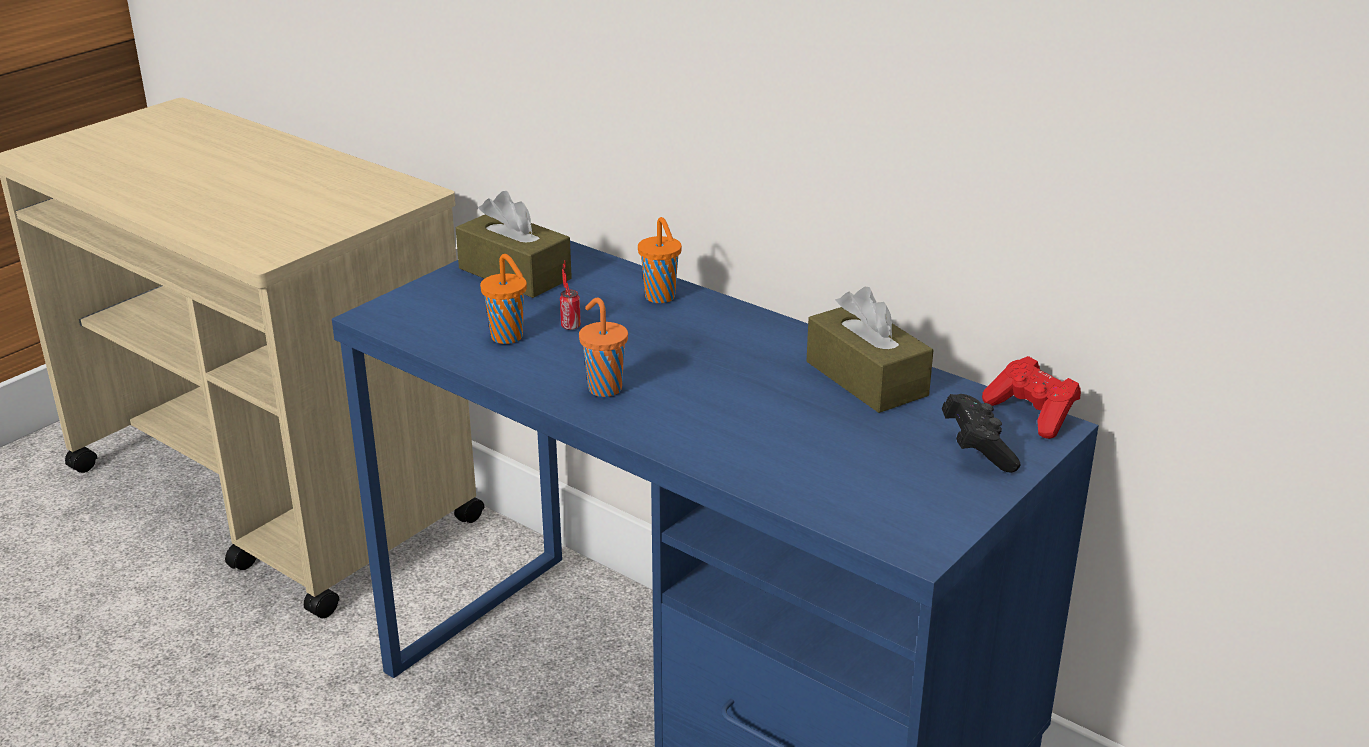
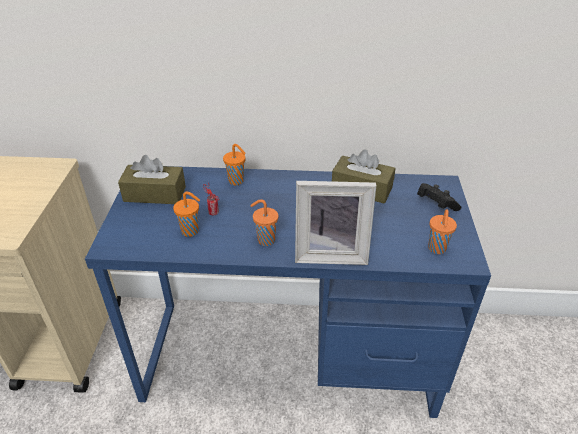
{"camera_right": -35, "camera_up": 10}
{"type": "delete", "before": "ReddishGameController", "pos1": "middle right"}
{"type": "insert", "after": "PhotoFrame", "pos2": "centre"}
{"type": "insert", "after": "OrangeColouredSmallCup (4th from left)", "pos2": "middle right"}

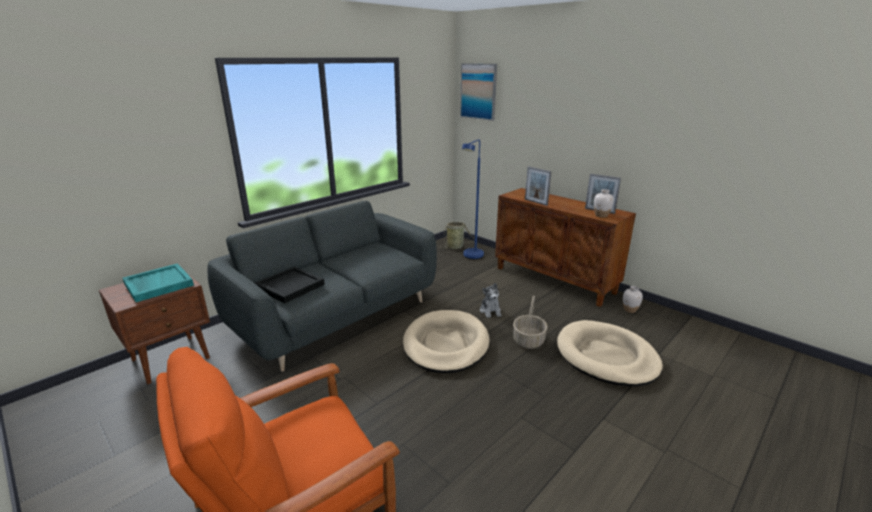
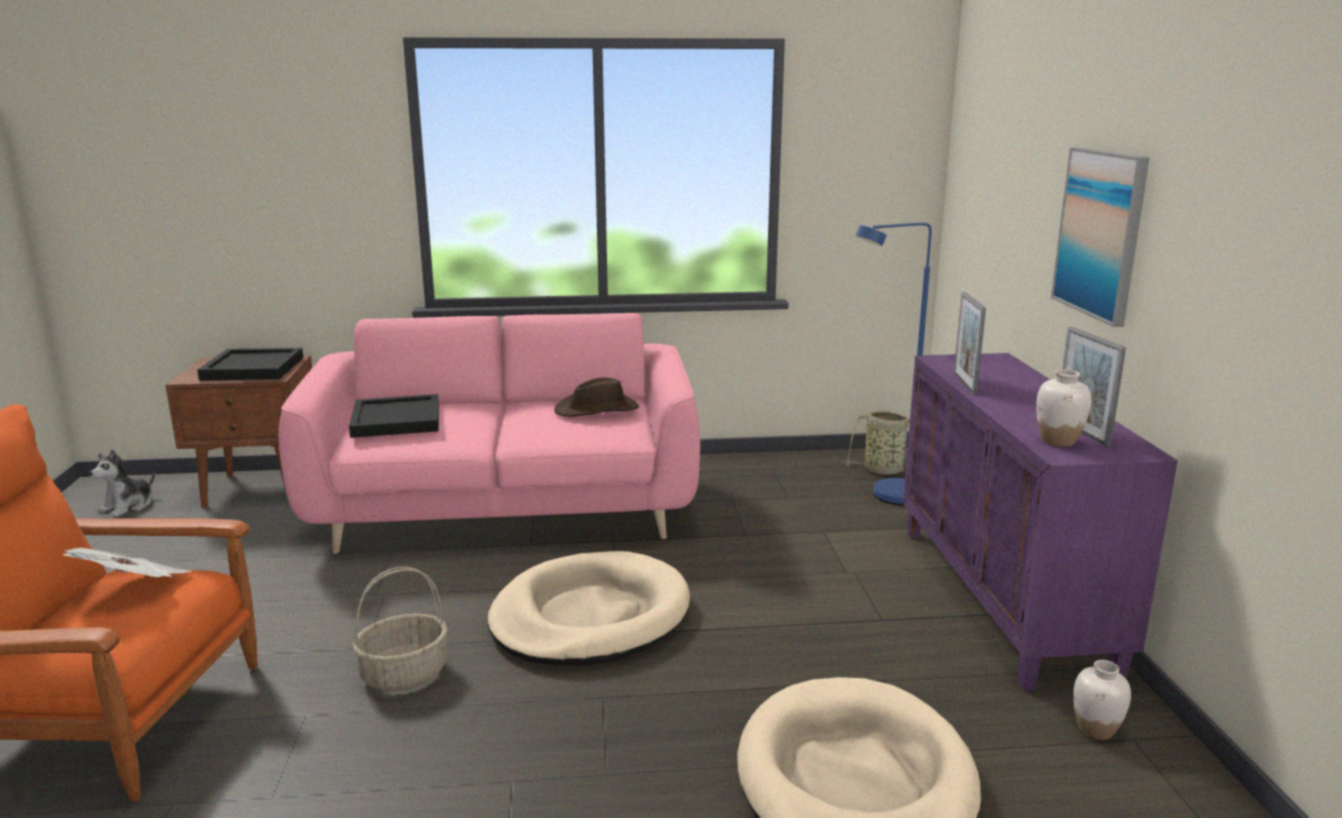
{"camera_right": 40, "camera_up": -5}
{"type": "recolor", "before": "TurquoiseServingTray", "after": "BlackColouredServingTray (1st from left)", "pos1": "middle left", "pos2": "middle left"}
{"type": "recolor", "before": "GreyishSettee", "after": "PinkColouredSettee", "pos1": "centre", "pos2": "centre"}
{"type": "move", "before": "Picture", "pos1": "top centre", "pos2": "top right"}
{"type": "move", "before": "PlushToy", "pos1": "centre", "pos2": "middle left"}
{"type": "recolor", "before": "BrownishCabinet", "after": "PurpleCabinet", "pos1": "centre", "pos2": "middle right"}
{"type": "move", "before": "StorageBasket (2nd from left in the first image)", "after": "StorageBasket (1st from left)", "pos1": "centre", "pos2": "bottom left"}
{"type": "insert", "after": "DailyPaper", "pos2": "bottom left"}
{"type": "insert", "after": "BrownishHat", "pos2": "centre"}

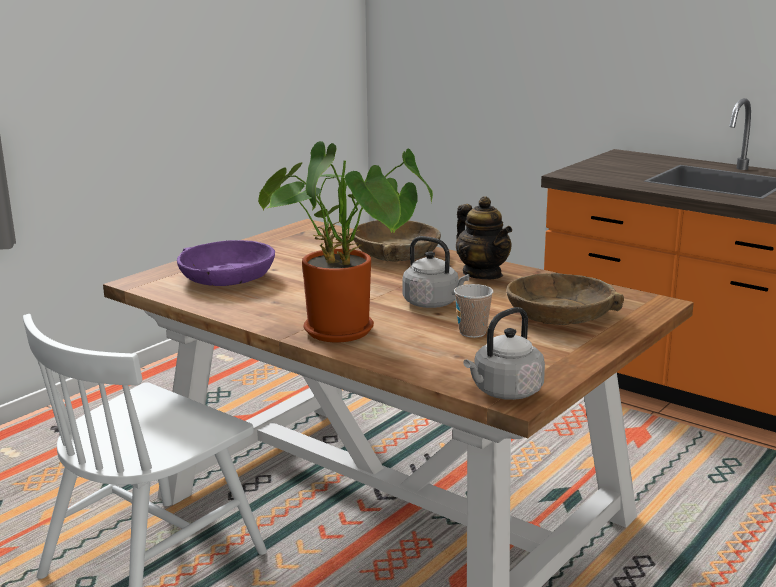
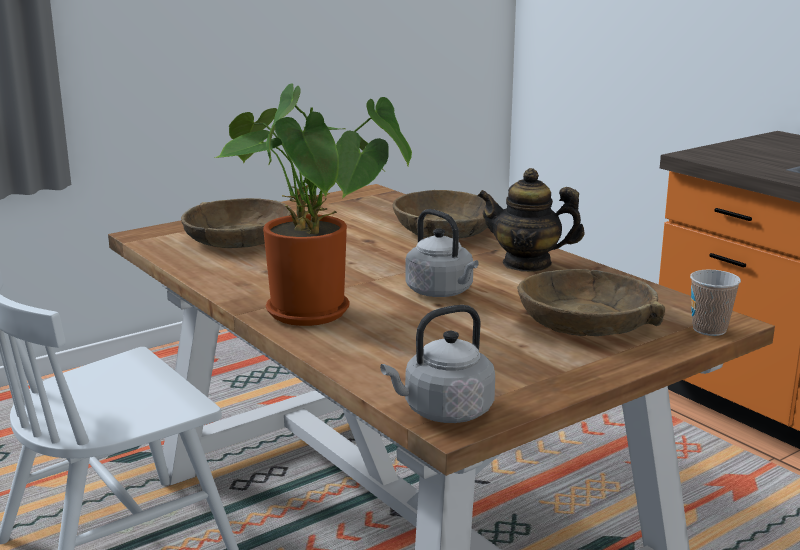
{"camera_right": 15, "camera_up": 0}
{"type": "recolor", "before": "PurpleBowl", "after": "BrownishBowl (1st from left)", "pos1": "middle left", "pos2": "middle left"}
{"type": "move", "before": "SmallCup", "pos1": "centre", "pos2": "middle right"}
{"type": "rotate", "before": "PotForTea", "pos1": "centre", "pos2": "centre", "turn": 120}

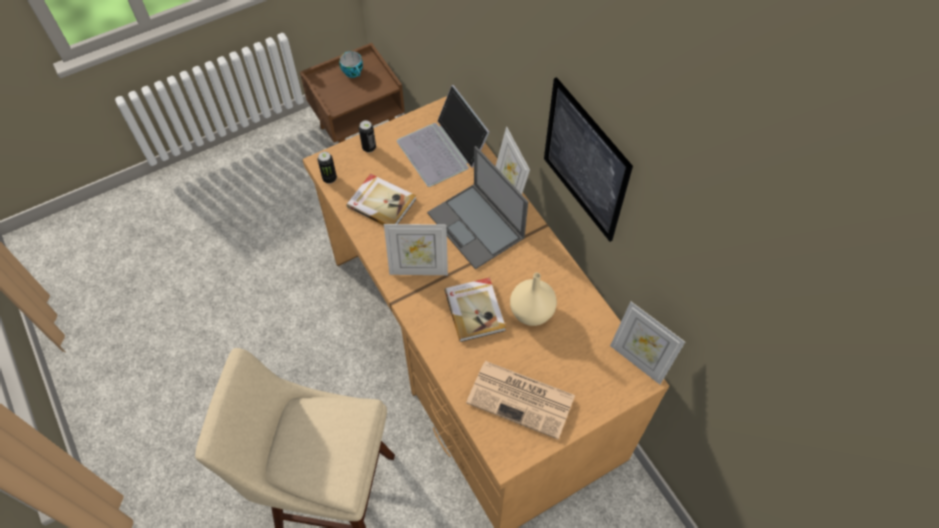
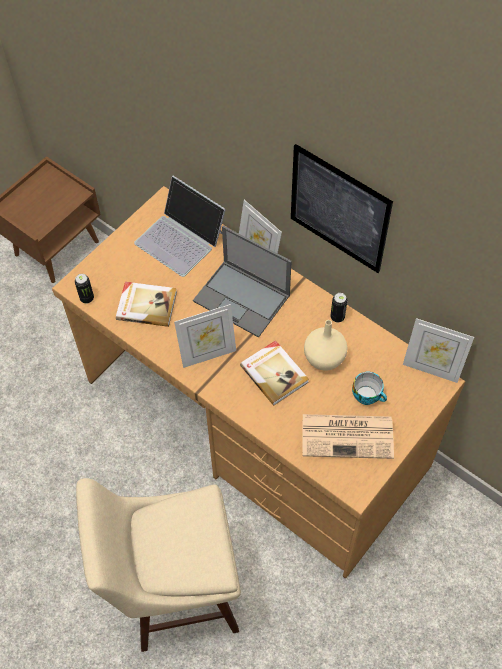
{"camera_right": -20, "camera_up": 0}
{"type": "move", "before": "SmallCup", "pos1": "top centre", "pos2": "middle right"}
{"type": "move", "before": "Can (2nd from left)", "pos1": "top centre", "pos2": "middle right"}

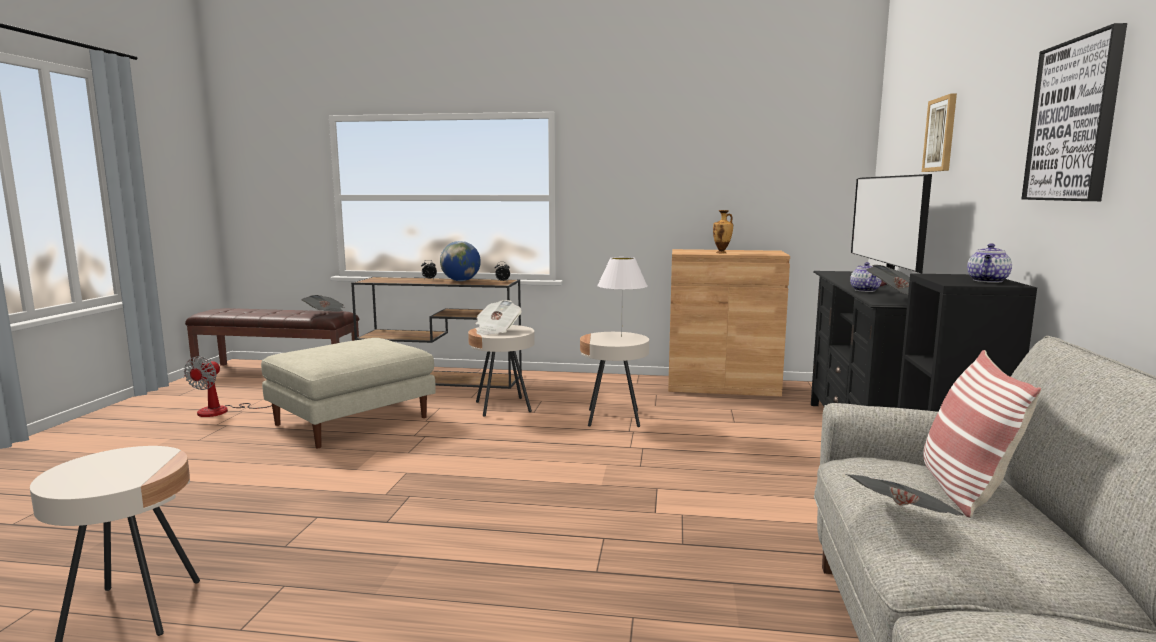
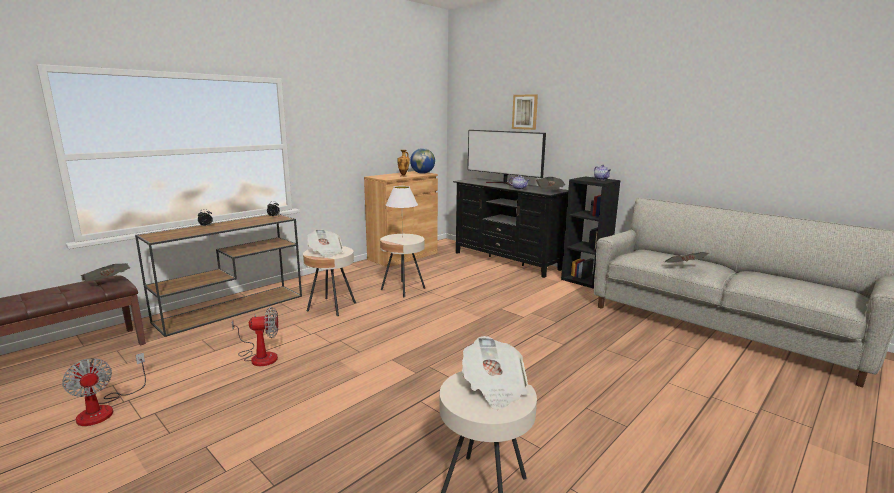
{"camera_right": -55, "camera_up": 5}
{"type": "replace", "before": "BeigeColouredOttoman", "after": "Fan (2nd from left)", "pos1": "middle left", "pos2": "bottom left"}
{"type": "move", "before": "DeskGlobe", "pos1": "centre", "pos2": "top centre"}
{"type": "delete", "before": "ThrowPillow", "pos1": "bottom right"}
{"type": "delete", "before": "Picture (2nd from left)", "pos1": "top right"}
{"type": "insert", "after": "DailyPaper (3rd from left)", "pos2": "bottom centre"}

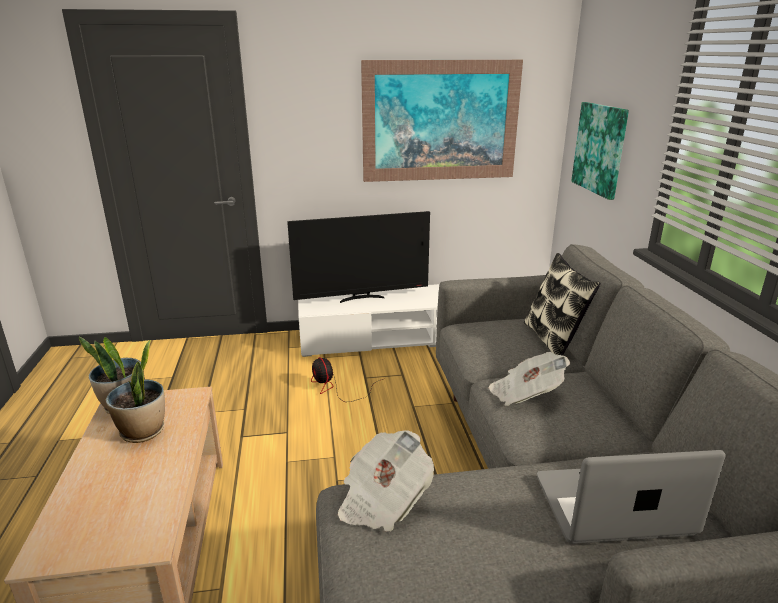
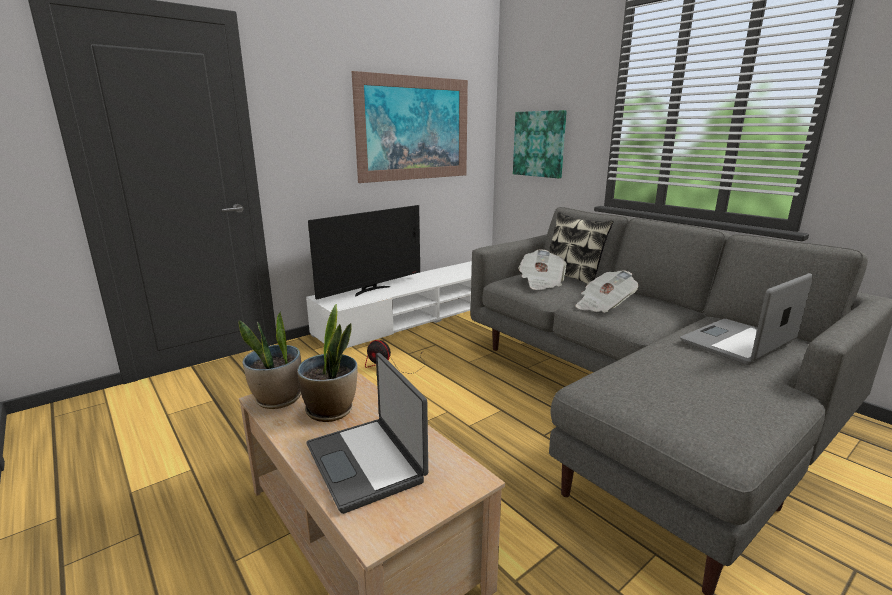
{"camera_right": -30, "camera_up": -5}
{"type": "move", "before": "DailyPaper (1st from left)", "pos1": "bottom centre", "pos2": "centre"}
{"type": "insert", "after": "Laptop (1st from left)", "pos2": "bottom centre"}

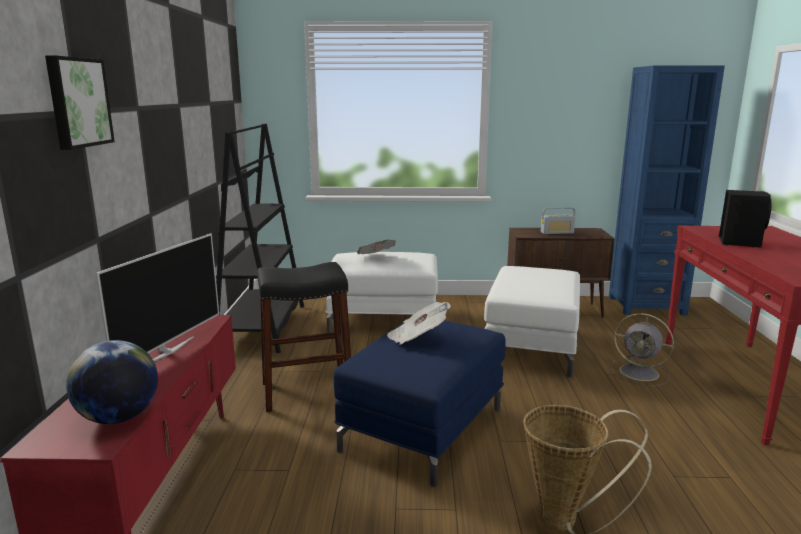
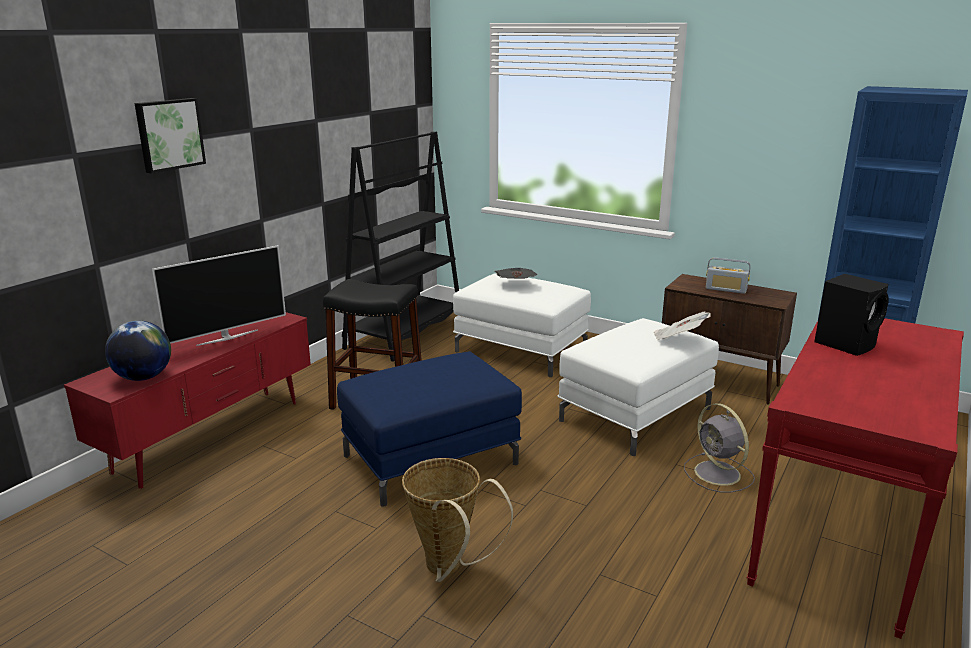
{"camera_right": 30, "camera_up": 5}
{"type": "move", "before": "DailyPaper (2nd from left)", "pos1": "centre", "pos2": "middle right"}

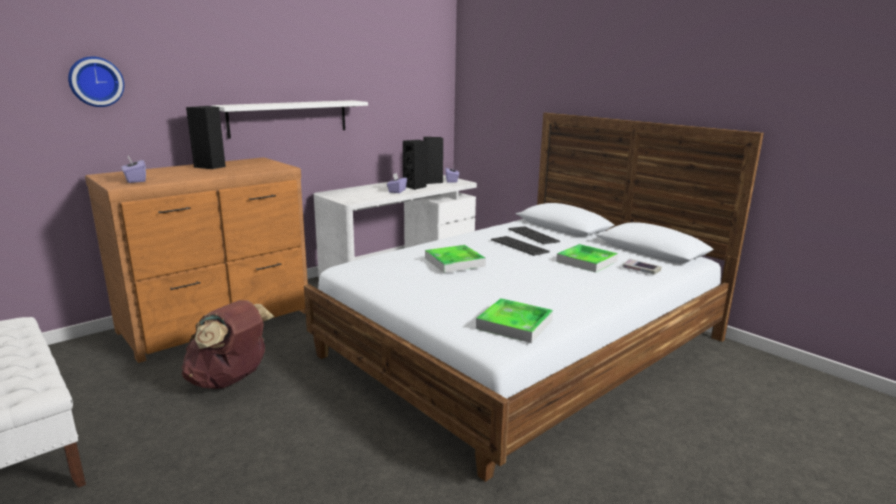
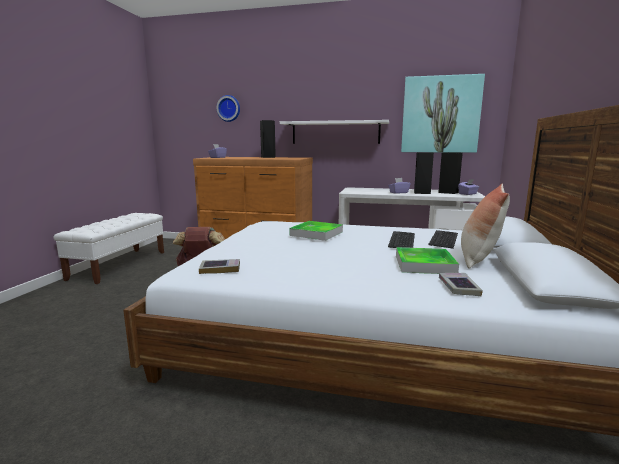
{"camera_right": 55, "camera_up": -5}
{"type": "replace", "before": "ServingTray (2nd from left)", "after": "BoundBook (1st from left)", "pos1": "centre", "pos2": "centre"}
{"type": "insert", "after": "Picture", "pos2": "top right"}
{"type": "insert", "after": "ThrowPillow", "pos2": "middle right"}

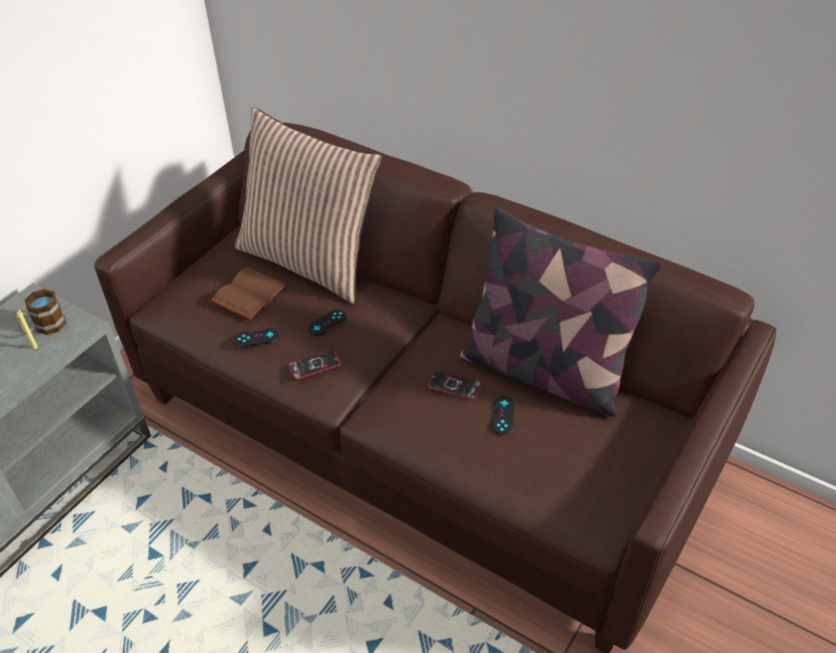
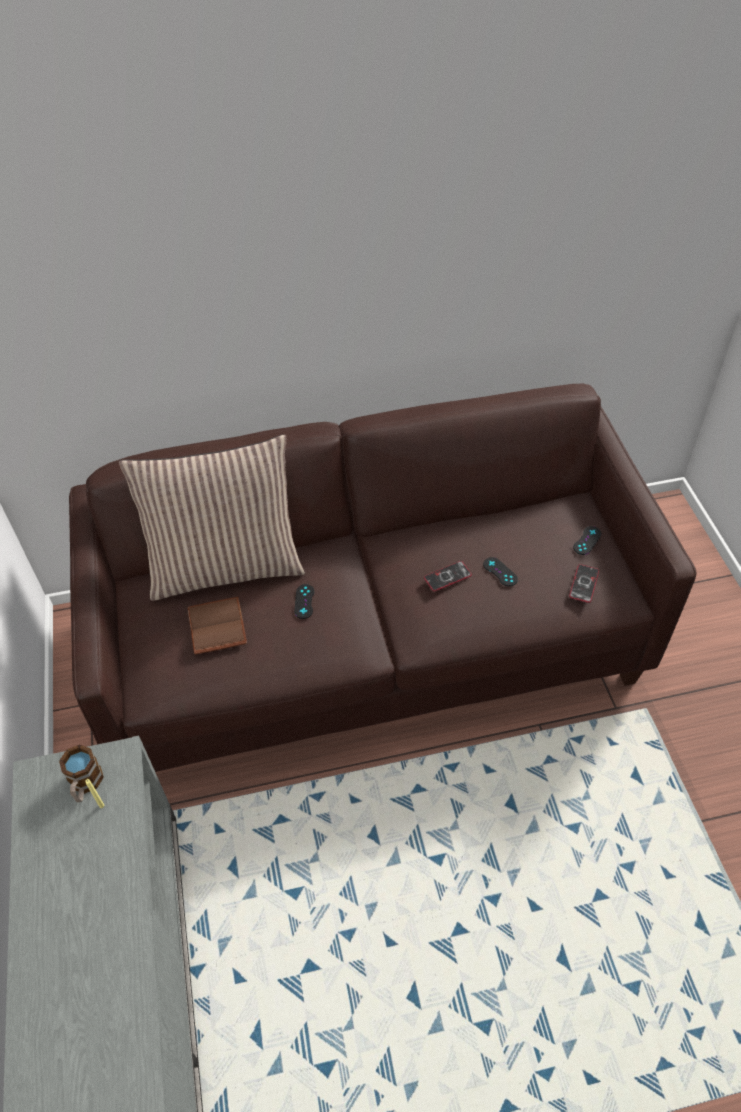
{"camera_right": -45, "camera_up": 5}
{"type": "move", "before": "BlackColouredGameController (1st from left in the first image)", "after": "BlackColouredGameController (3rd from left)", "pos1": "middle left", "pos2": "middle right"}
{"type": "move", "before": "Phone (1st from left in the first image)", "after": "Phone (2nd from left)", "pos1": "centre", "pos2": "middle right"}
{"type": "delete", "before": "ThrowPillow (2nd from left)", "pos1": "middle right"}

